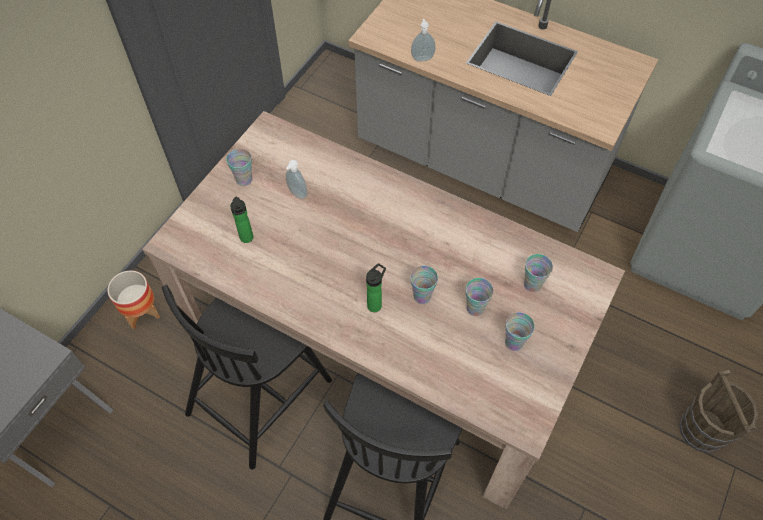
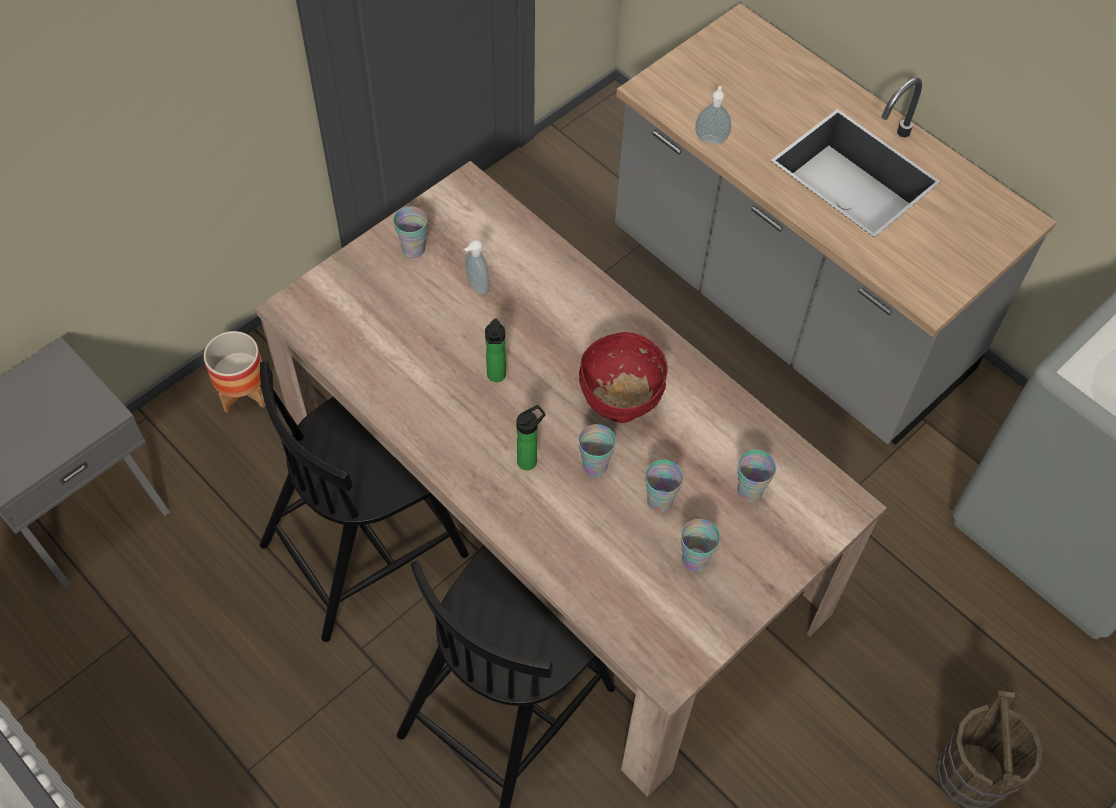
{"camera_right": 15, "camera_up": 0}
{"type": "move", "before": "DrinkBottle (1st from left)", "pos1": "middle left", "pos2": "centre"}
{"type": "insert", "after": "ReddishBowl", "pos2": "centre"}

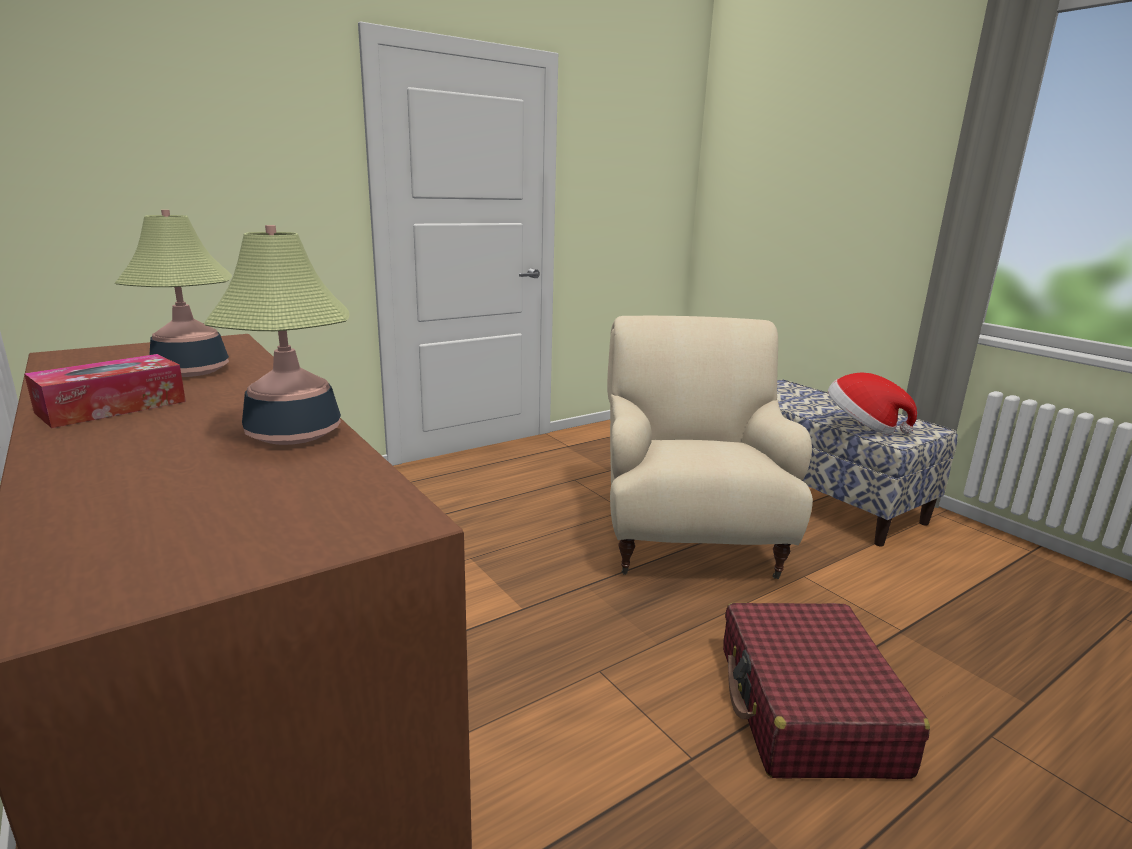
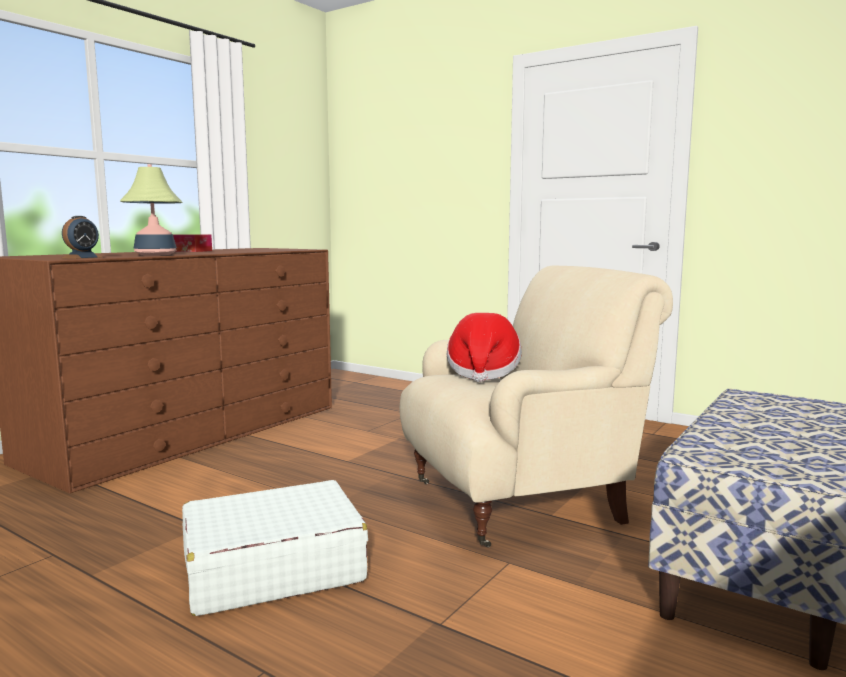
{"camera_right": 70, "camera_up": -10}
{"type": "delete", "before": "TabletopLamp (1st from left)", "pos1": "middle left"}
{"type": "recolor", "before": "ReddishTravelCase", "after": "WhitishTravelCase", "pos1": "bottom right", "pos2": "bottom left"}
{"type": "move", "before": "Hat", "pos1": "middle right", "pos2": "centre"}
{"type": "insert", "after": "BedsideClock", "pos2": "middle left"}

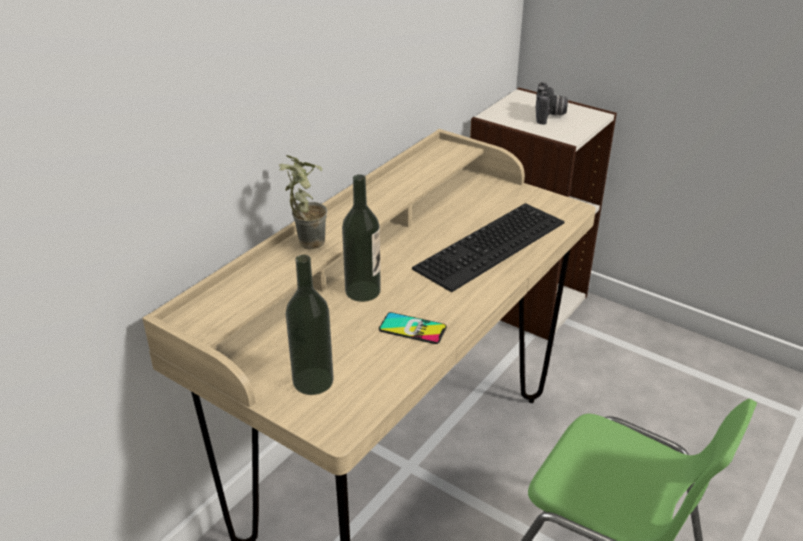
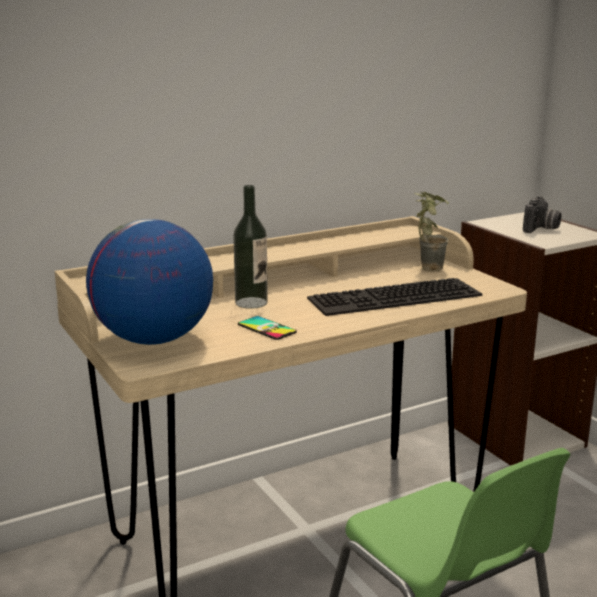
{"camera_right": 25, "camera_up": -15}
{"type": "move", "before": "PlantInAPot", "pos1": "centre", "pos2": "middle right"}
{"type": "replace", "before": "DrinkBottle (1st from left)", "after": "DeskGlobe", "pos1": "centre", "pos2": "middle left"}

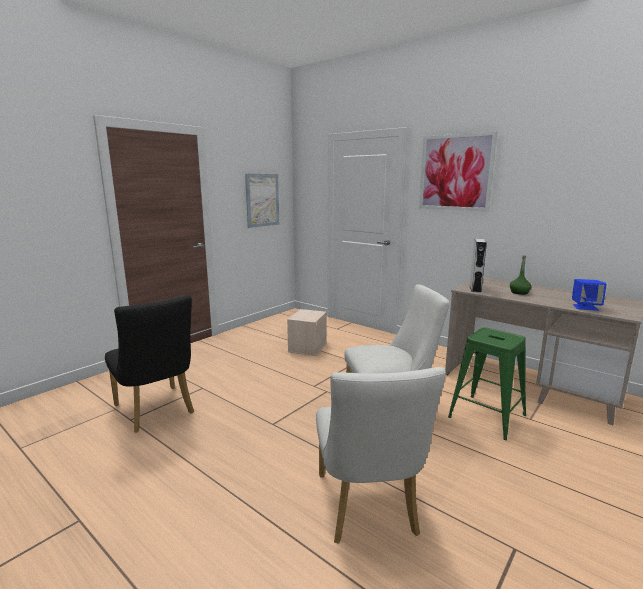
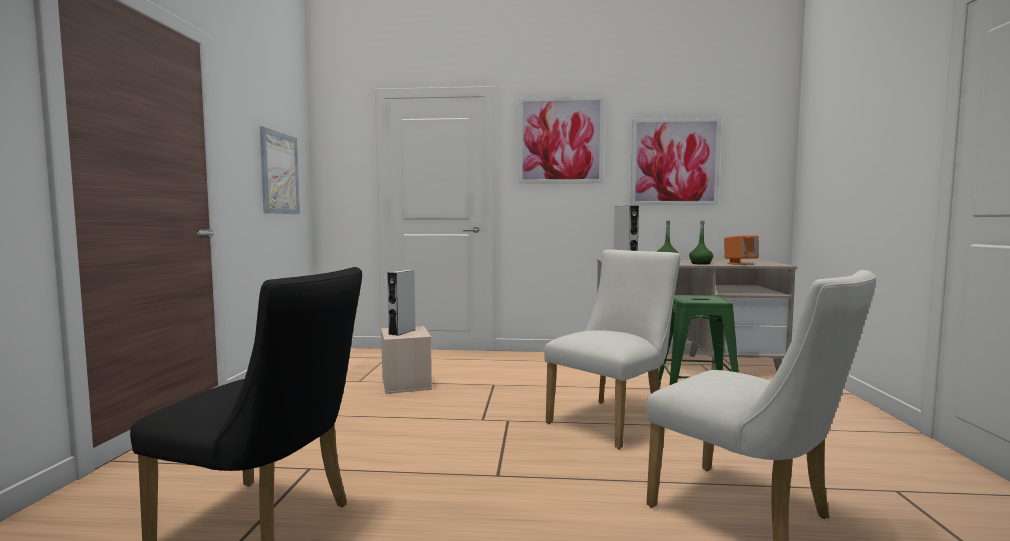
{"camera_right": -35, "camera_up": -10}
{"type": "recolor", "before": "BlueColouredAudioSpeaker", "after": "OrangeColouredAudioSpeaker", "pos1": "middle right", "pos2": "middle right"}
{"type": "insert", "after": "GreyishAudioSpeaker (1st from left)", "pos2": "centre"}
{"type": "insert", "after": "Picture (3rd from left)", "pos2": "top right"}
{"type": "insert", "after": "GreenColouredDrinkBottle (2nd from left)", "pos2": "middle right"}

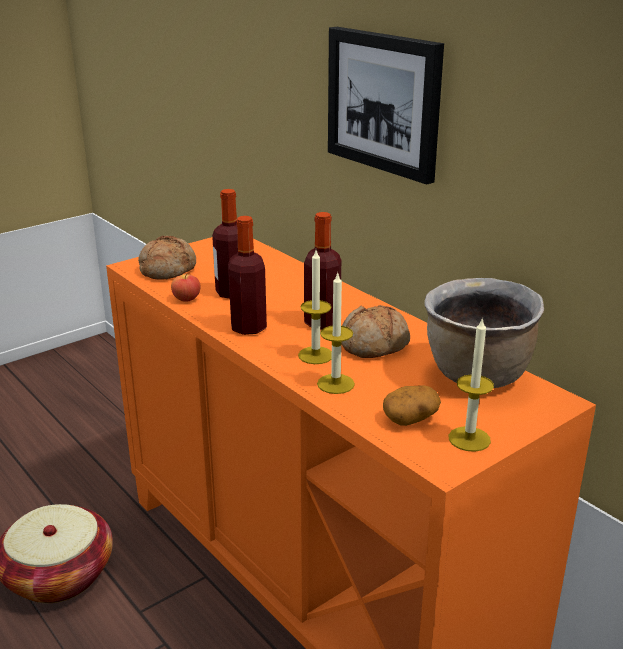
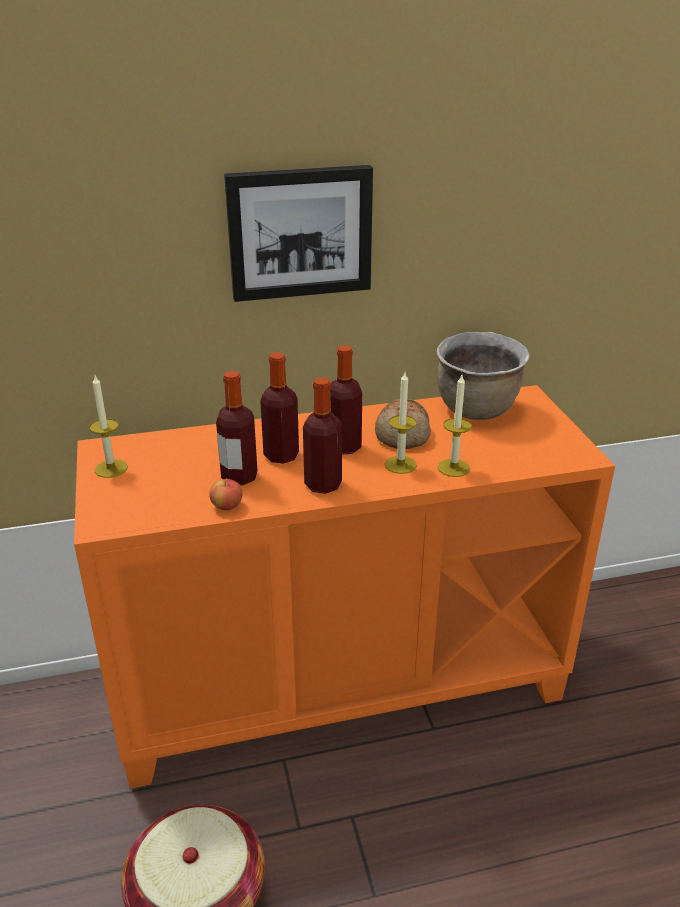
{"camera_right": -65, "camera_up": 5}
{"type": "delete", "before": "BakedBread (1st from left)", "pos1": "middle left"}
{"type": "delete", "before": "WholePotato", "pos1": "centre"}
{"type": "move", "before": "Candle (3rd from left in the first image)", "after": "Candle (1st from left)", "pos1": "middle right", "pos2": "middle left"}
{"type": "insert", "after": "DrinkBottle (2nd from left)", "pos2": "centre"}

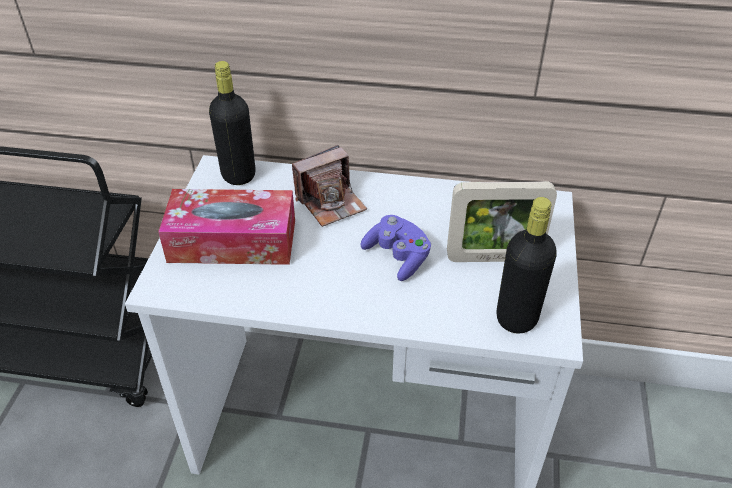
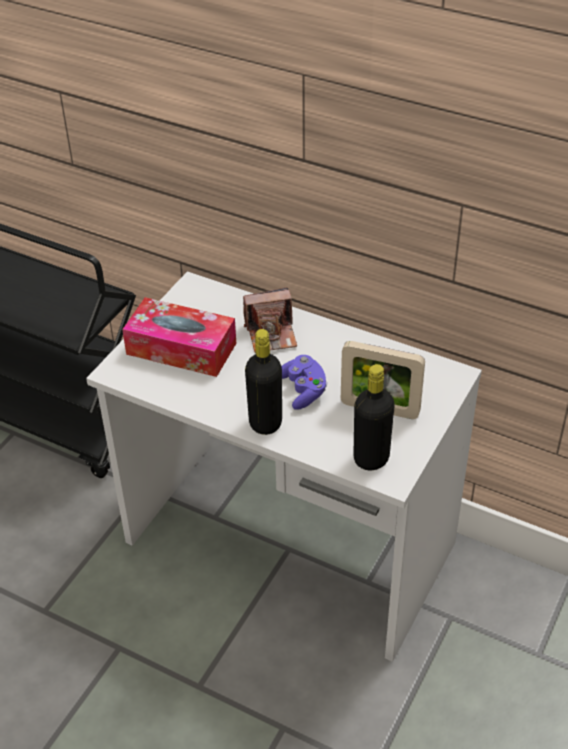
{"camera_right": 20, "camera_up": 0}
{"type": "move", "before": "BlackColouredDrinkBottle (1st from left)", "pos1": "top left", "pos2": "centre"}

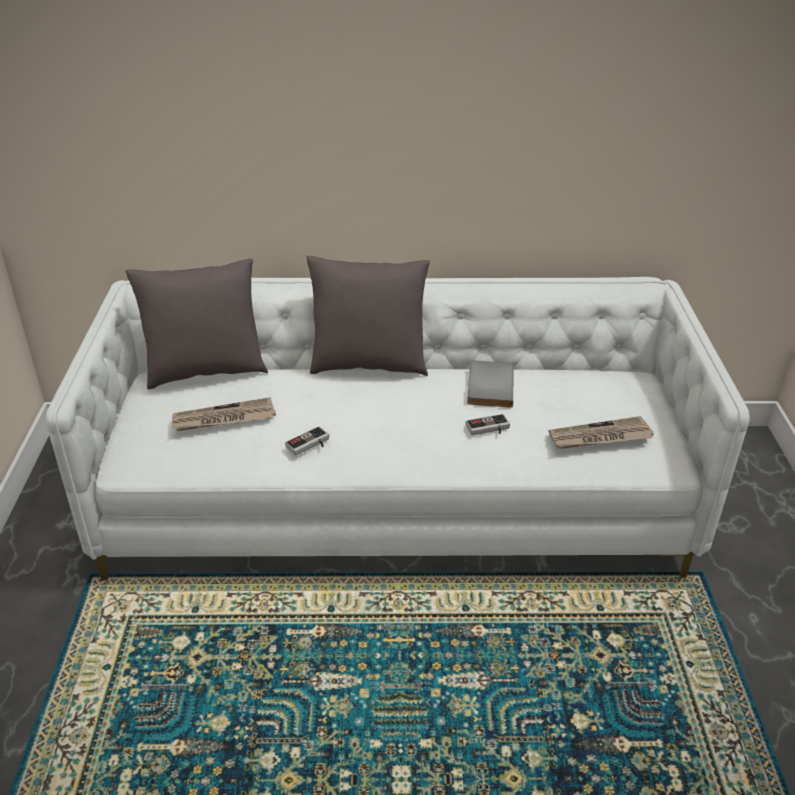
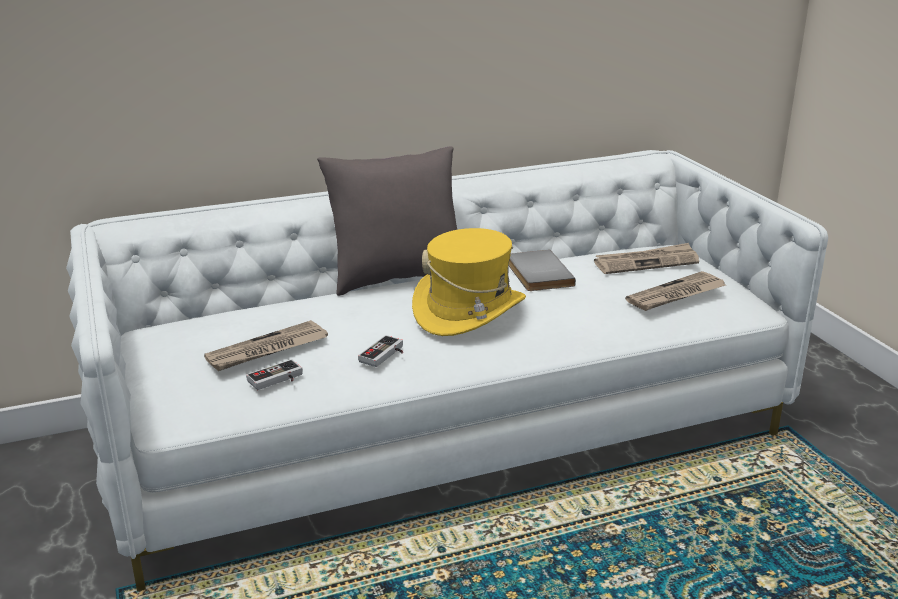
{"camera_right": -20, "camera_up": -10}
{"type": "delete", "before": "GreyishThrowPillow (1st from left)", "pos1": "middle left"}
{"type": "move", "before": "GameController (2nd from left in the first image)", "after": "GameController (1st from left)", "pos1": "centre", "pos2": "middle left"}
{"type": "insert", "after": "YellowColouredHat", "pos2": "centre"}
{"type": "insert", "after": "DailyPaper (2nd from left)", "pos2": "middle right"}

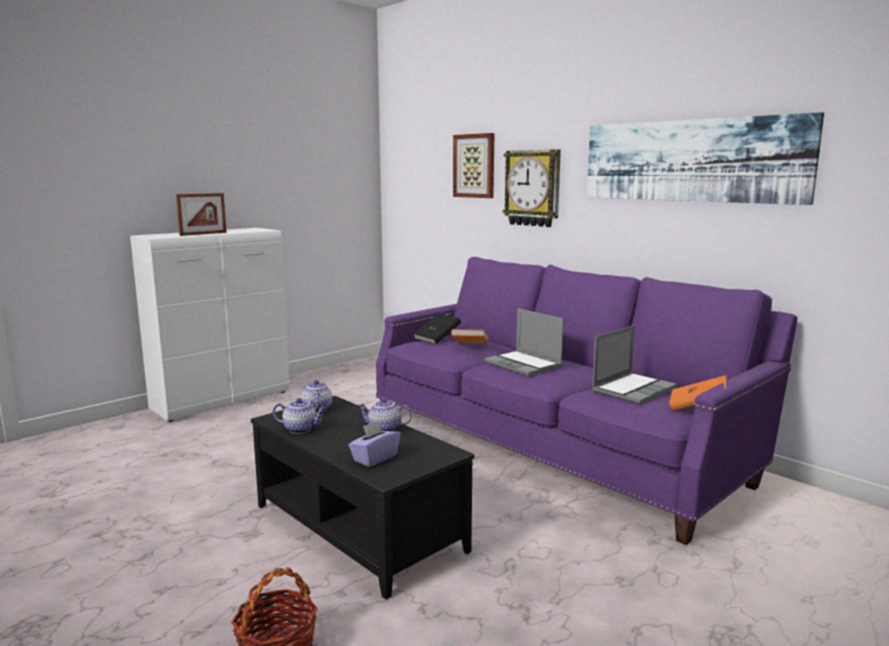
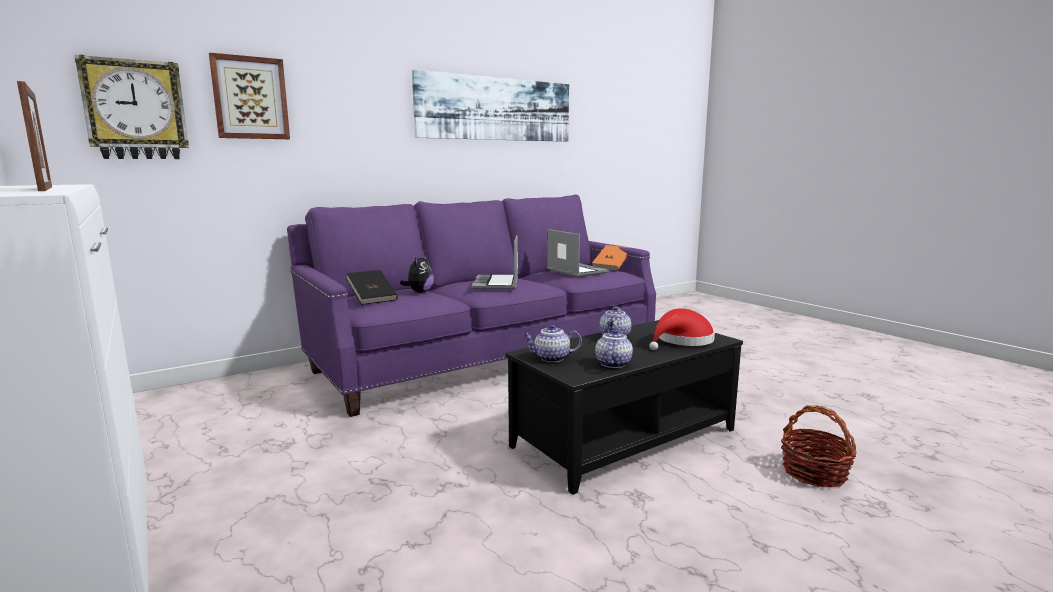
{"camera_right": -80, "camera_up": 0}
{"type": "replace", "before": "PurpleTissueBox", "after": "ReddishHat", "pos1": "bottom centre", "pos2": "centre"}
{"type": "replace", "before": "OrangeColouredBoundBook (1st from left)", "after": "PlushToy", "pos1": "centre", "pos2": "centre"}
{"type": "rotate", "before": "Laptop (1st from left)", "pos1": "centre", "pos2": "centre", "turn": 120}
{"type": "move", "before": "HangingClock", "pos1": "top centre", "pos2": "top left"}

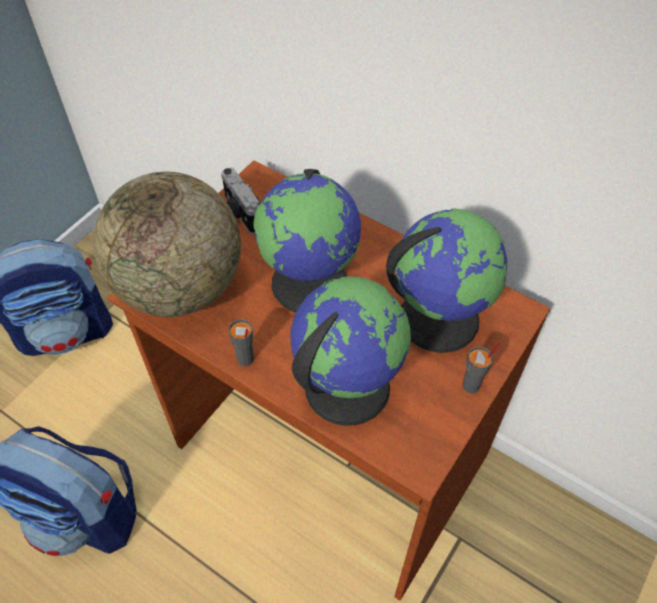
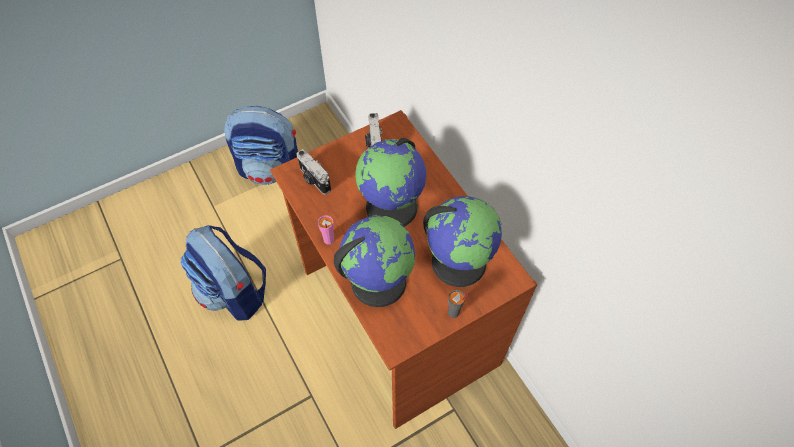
{"camera_right": 25, "camera_up": 5}
{"type": "replace", "before": "DeskGlobe (1st from left)", "after": "StillCamera (1st from left)", "pos1": "middle left", "pos2": "centre"}
{"type": "recolor", "before": "GreyishSmallCup (1st from left)", "after": "PinkColouredSmallCup", "pos1": "centre", "pos2": "centre"}

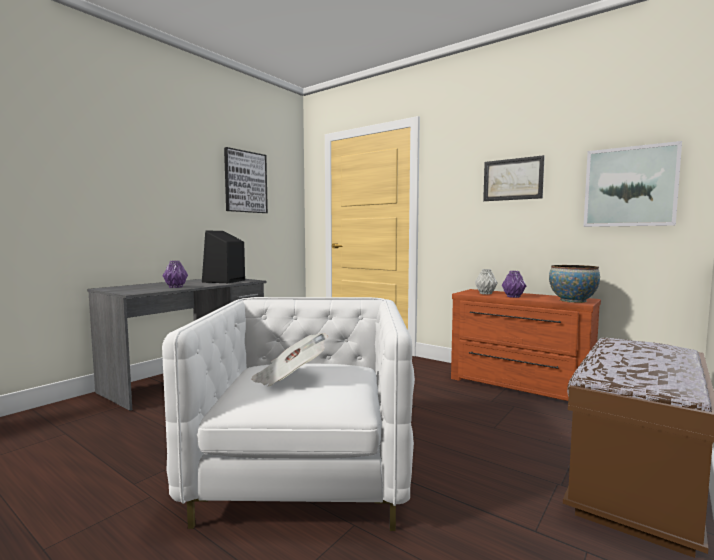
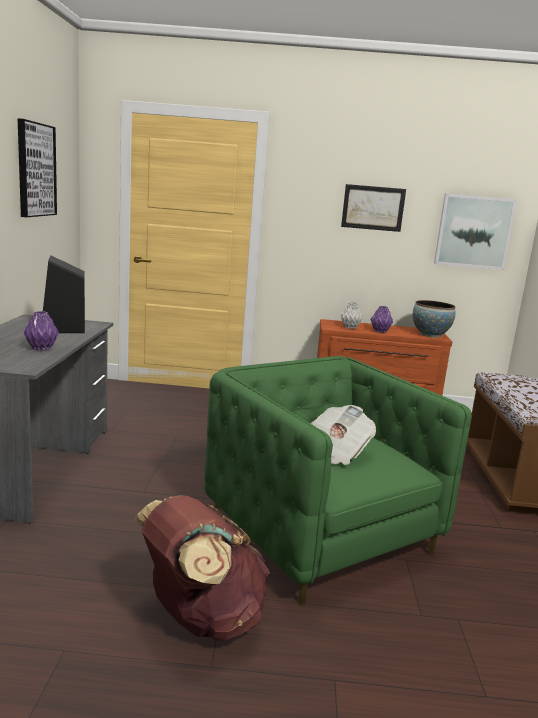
{"camera_right": -35, "camera_up": 10}
{"type": "recolor", "before": "WhitishEasyChair", "after": "GreenColouredEasyChair", "pos1": "bottom centre", "pos2": "bottom centre"}
{"type": "insert", "after": "BrownishKnapsack", "pos2": "bottom centre"}

